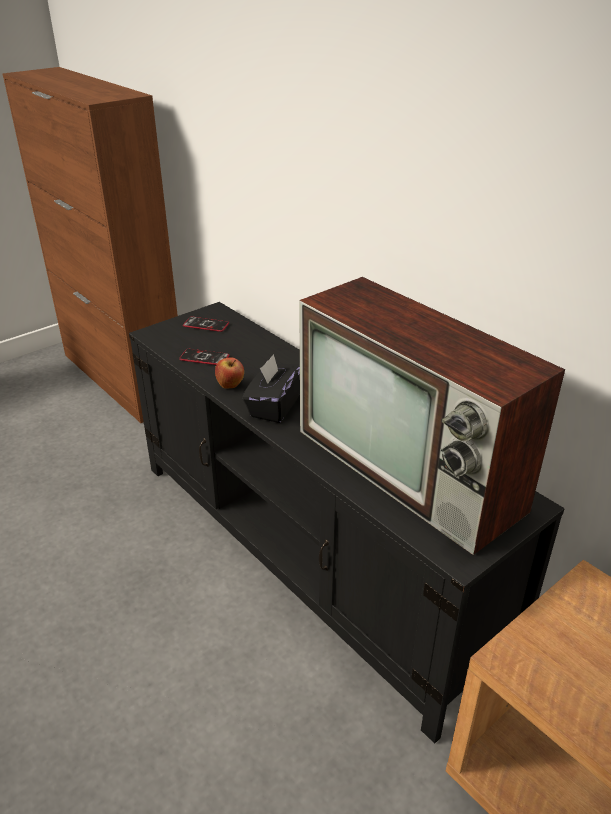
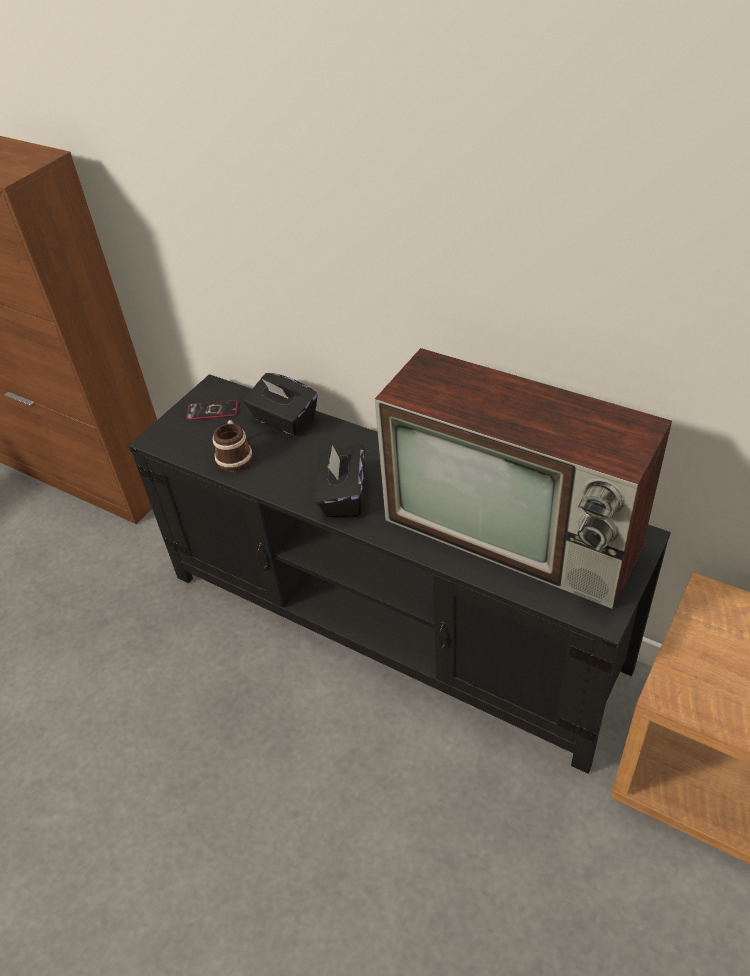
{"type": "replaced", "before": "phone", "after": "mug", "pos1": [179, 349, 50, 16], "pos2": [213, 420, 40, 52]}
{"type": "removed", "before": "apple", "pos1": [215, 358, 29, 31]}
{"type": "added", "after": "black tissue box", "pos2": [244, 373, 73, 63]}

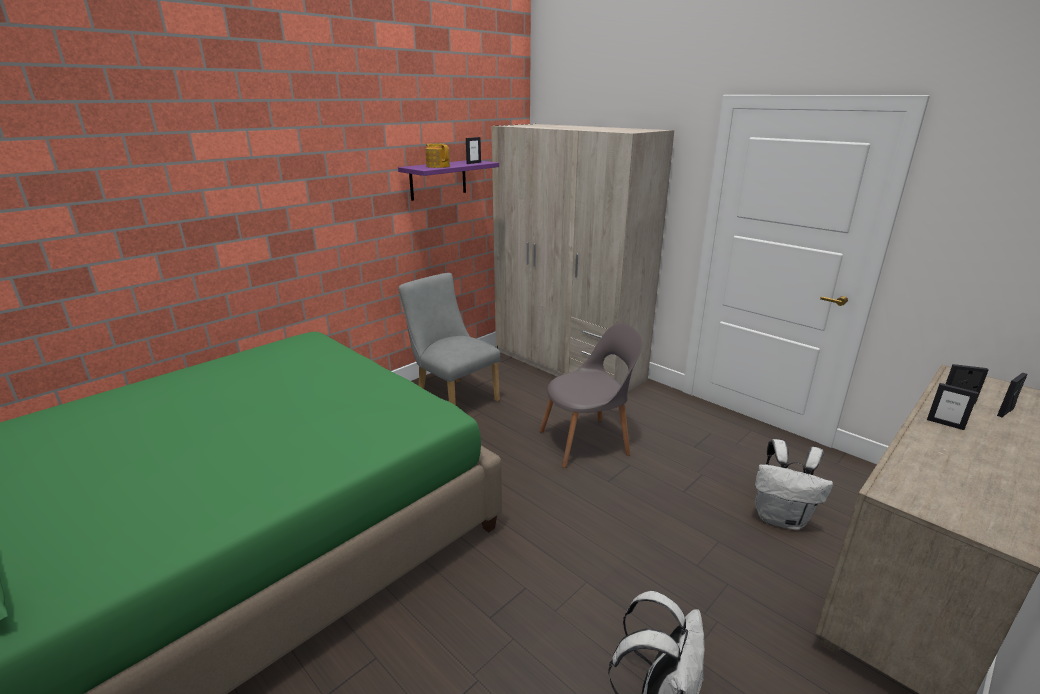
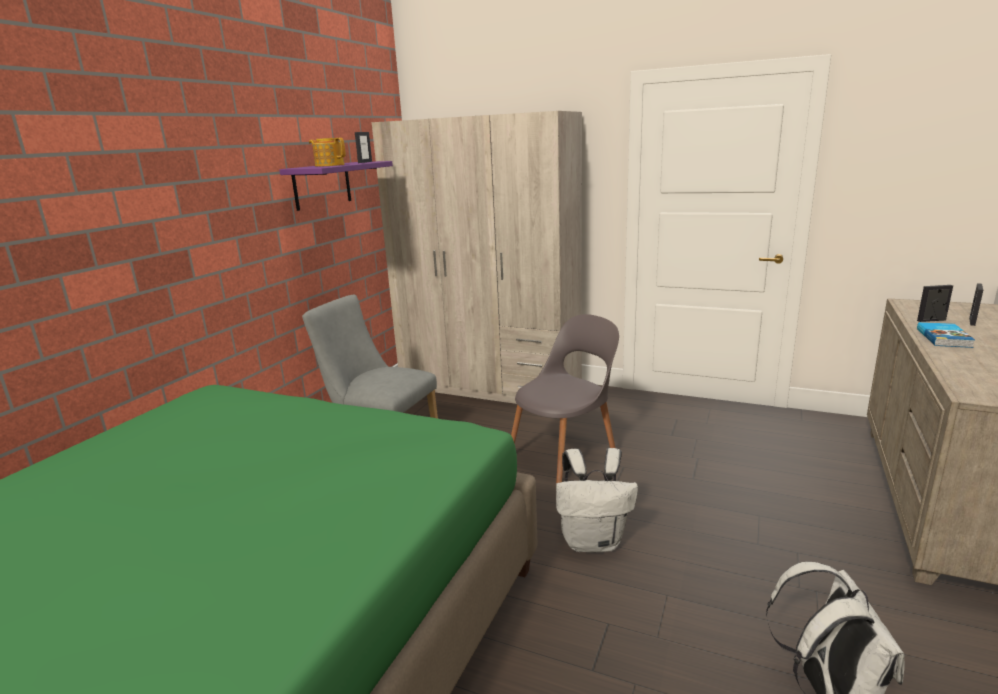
{"type": "moved", "before": "white backpack", "pos1": [755, 439, 78, 91], "pos2": [556, 448, 82, 104]}
{"type": "replaced", "before": "picture frame", "after": "book", "pos1": [927, 383, 51, 47], "pos2": [917, 322, 58, 26]}

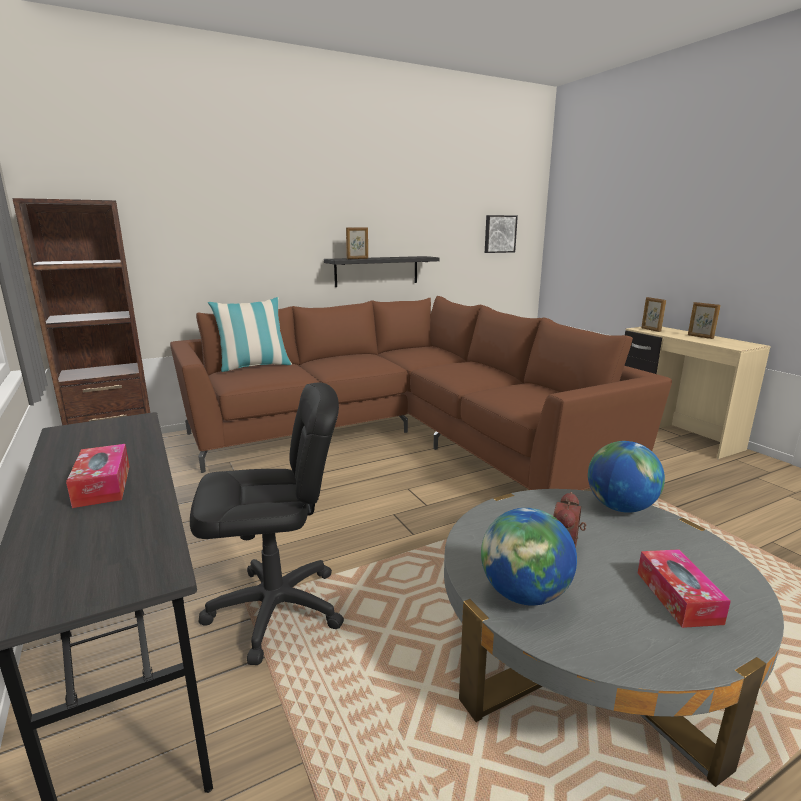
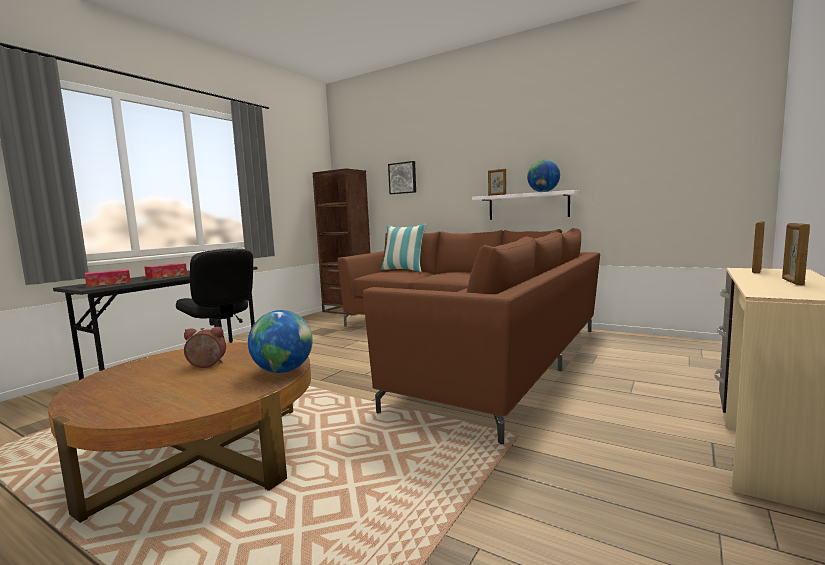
{"type": "recoloured", "before": "black shelf", "after": "white shelf", "pos1": [324, 256, 116, 31], "pos2": [472, 190, 108, 30]}
{"type": "recoloured", "before": "grey coffee table", "after": "brown coffee table", "pos1": [444, 489, 340, 298], "pos2": [48, 342, 263, 181]}
{"type": "moved", "before": "globe", "pos1": [481, 508, 96, 98], "pos2": [527, 160, 33, 32]}
{"type": "moved", "before": "picture", "pos1": [485, 215, 33, 38], "pos2": [388, 161, 28, 33]}
{"type": "moved", "before": "tissue box", "pos1": [638, 549, 93, 79], "pos2": [85, 269, 46, 18]}

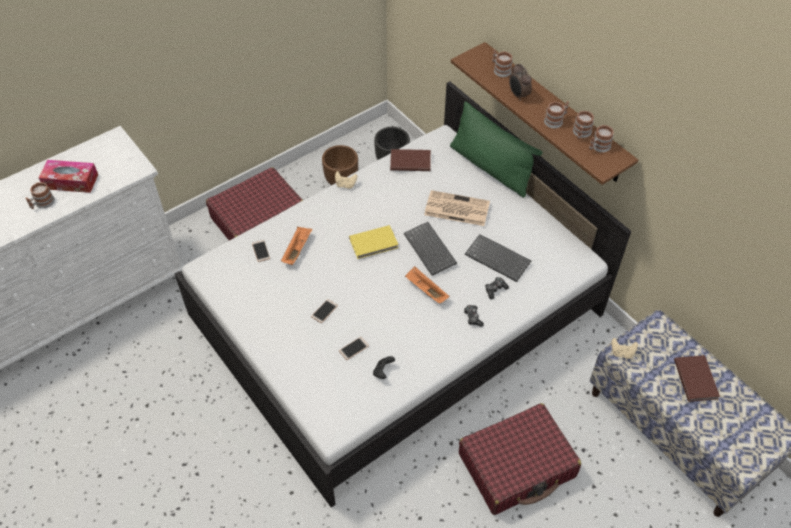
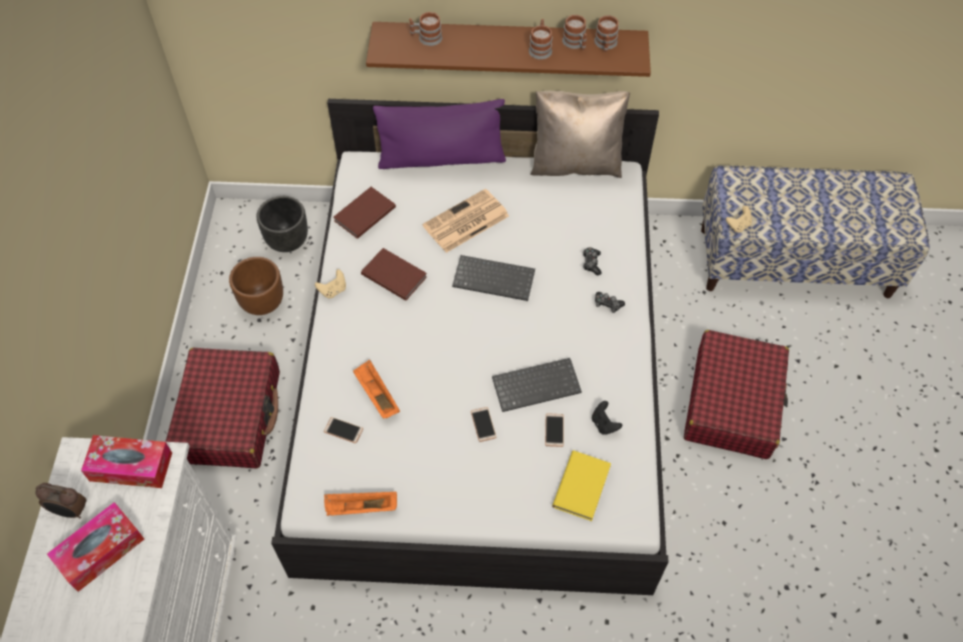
{"type": "removed", "before": "mug", "pos1": [25, 182, 30, 27]}
{"type": "moved", "before": "yellow book", "pos1": [349, 225, 50, 34], "pos2": [552, 451, 59, 70]}
{"type": "moved", "before": "orange tray", "pos1": [405, 266, 44, 37], "pos2": [324, 491, 73, 25]}
{"type": "recoloured", "before": "green pillow", "after": "purple pillow", "pos1": [450, 101, 93, 97], "pos2": [373, 99, 133, 70]}
{"type": "moved", "before": "keyboard", "pos1": [465, 234, 66, 48], "pos2": [492, 358, 90, 54]}
{"type": "moved", "before": "alarm clock", "pos1": [509, 64, 23, 37], "pos2": [35, 483, 52, 35]}
{"type": "moved", "before": "brown book", "pos1": [674, 355, 46, 47], "pos2": [361, 248, 66, 53]}
{"type": "added", "after": "tissue box", "pos2": [81, 435, 91, 53]}
{"type": "added", "after": "beige pillow", "pos2": [530, 91, 100, 87]}

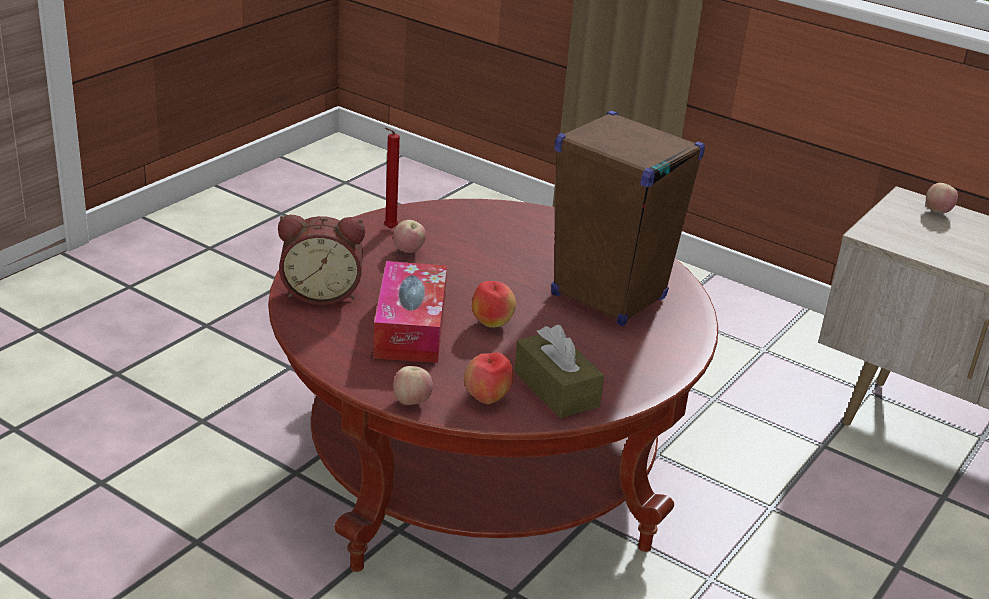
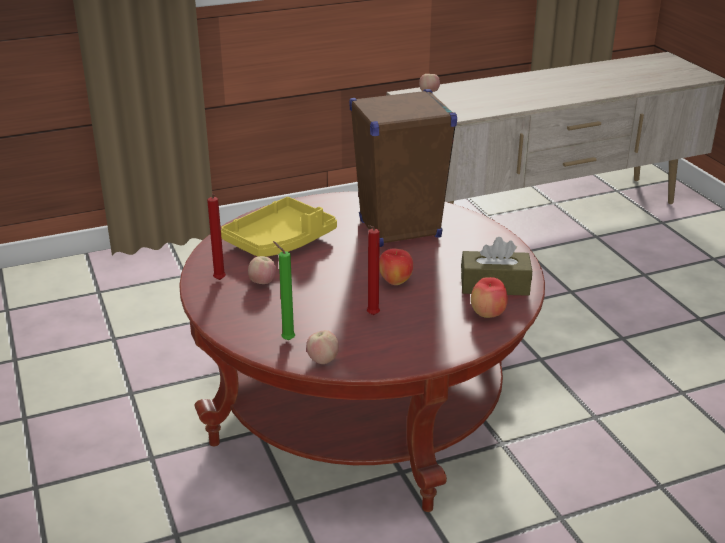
{"type": "replaced", "before": "alarm clock", "after": "green candle", "pos1": [278, 215, 87, 90], "pos2": [273, 241, 22, 99]}
{"type": "replaced", "before": "tissue box", "after": "red candle", "pos1": [373, 261, 74, 102], "pos2": [367, 225, 13, 90]}
{"type": "moved", "before": "apple", "pos1": [393, 366, 40, 39], "pos2": [306, 330, 33, 34]}
{"type": "added", "after": "yellow tray", "pos2": [221, 197, 116, 60]}

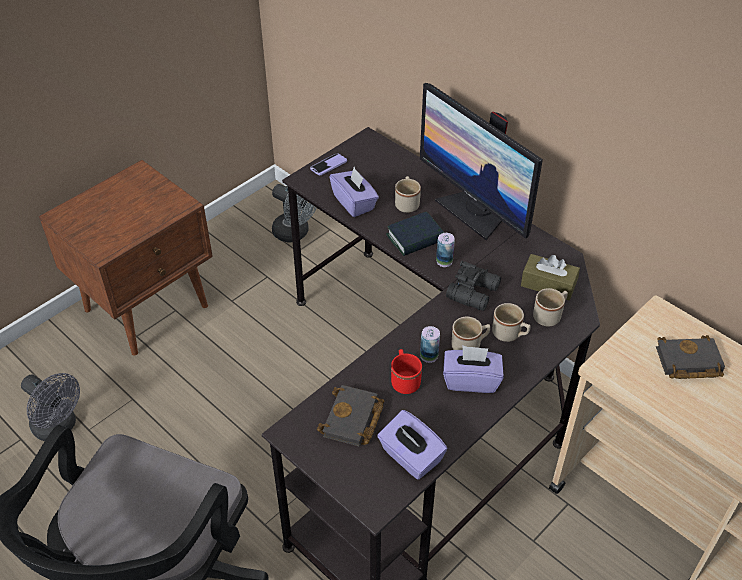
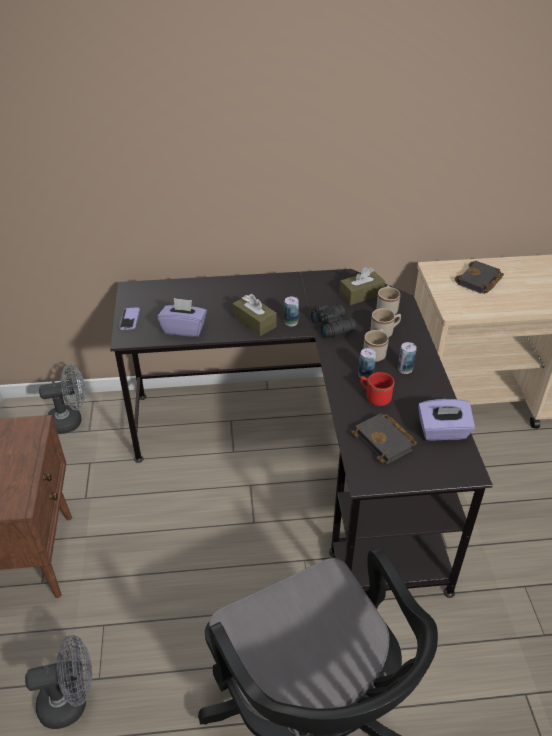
{"type": "replaced", "before": "book", "after": "brown tissue box", "pos1": [386, 212, 58, 44], "pos2": [233, 294, 43, 42]}
{"type": "removed", "before": "beige mug", "pos1": [395, 176, 26, 37]}
{"type": "removed", "before": "monitor", "pos1": [420, 83, 123, 157]}
{"type": "replaced", "before": "purple tissue box", "after": "can", "pos1": [443, 346, 61, 47], "pos2": [398, 342, 18, 32]}

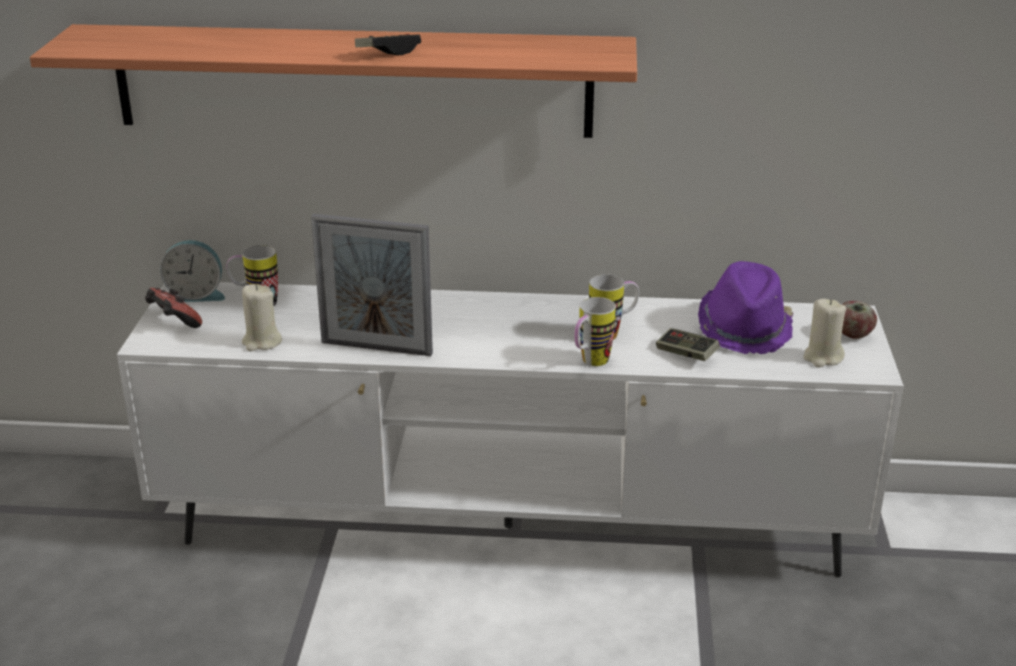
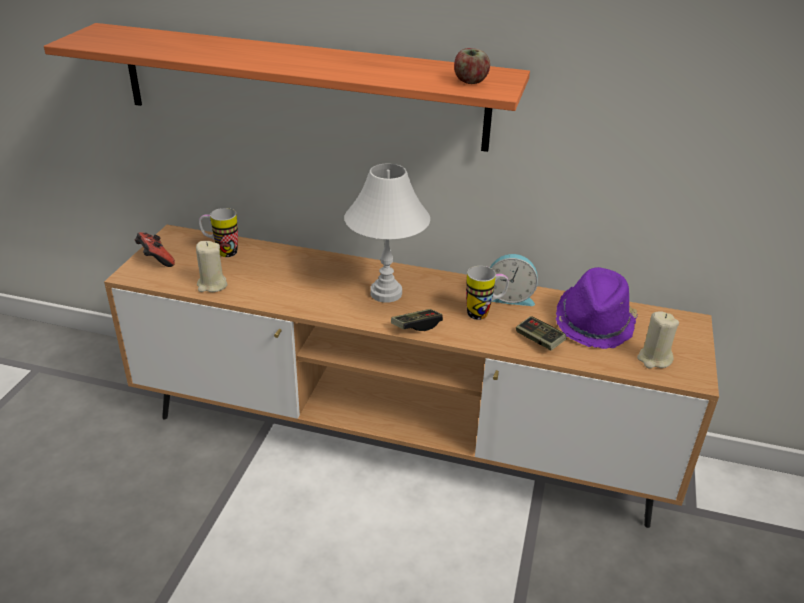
{"type": "recoloured", "before": "white tv stand", "after": "brown tv stand", "pos1": [117, 282, 787, 295], "pos2": [104, 225, 615, 303]}
{"type": "moved", "before": "alarm clock", "pos1": [160, 240, 65, 62], "pos2": [490, 254, 48, 52]}
{"type": "removed", "before": "picture frame", "pos1": [311, 214, 122, 142]}
{"type": "moved", "before": "game controller", "pos1": [355, 34, 66, 21], "pos2": [391, 309, 52, 22]}
{"type": "removed", "before": "mug", "pos1": [574, 297, 42, 69]}
{"type": "moved", "before": "apple", "pos1": [842, 301, 35, 38], "pos2": [454, 48, 36, 36]}
{"type": "added", "after": "white table lamp", "pos2": [344, 164, 86, 139]}

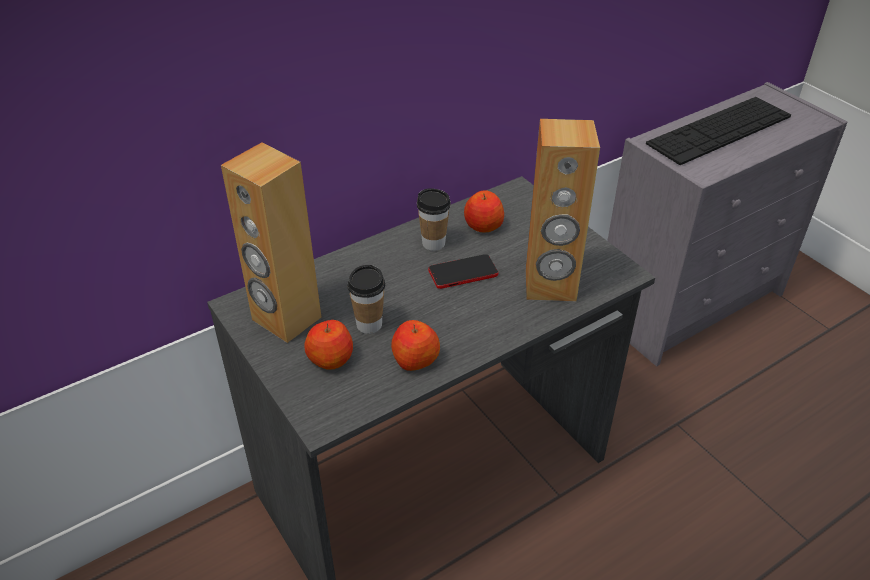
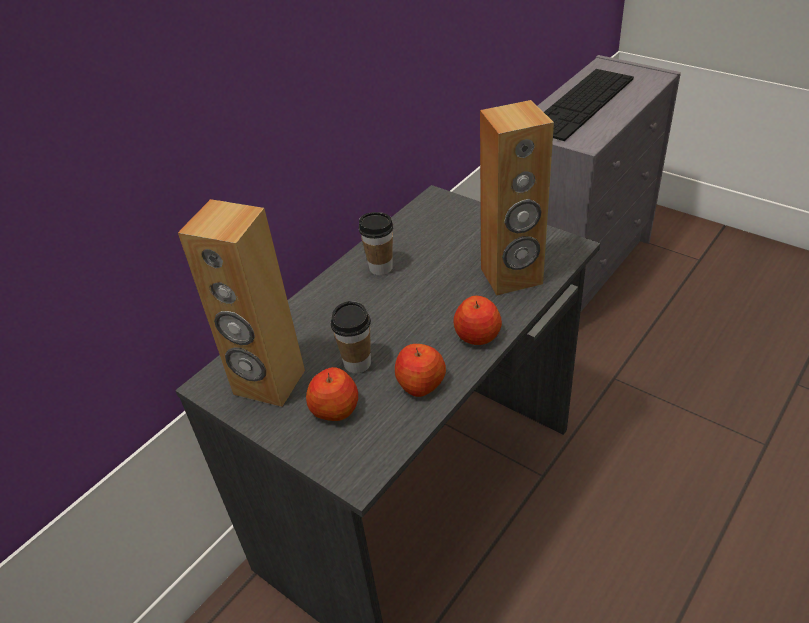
{"type": "removed", "before": "phone", "pos1": [428, 254, 70, 35]}
{"type": "moved", "before": "apple", "pos1": [464, 190, 40, 42], "pos2": [454, 296, 48, 49]}

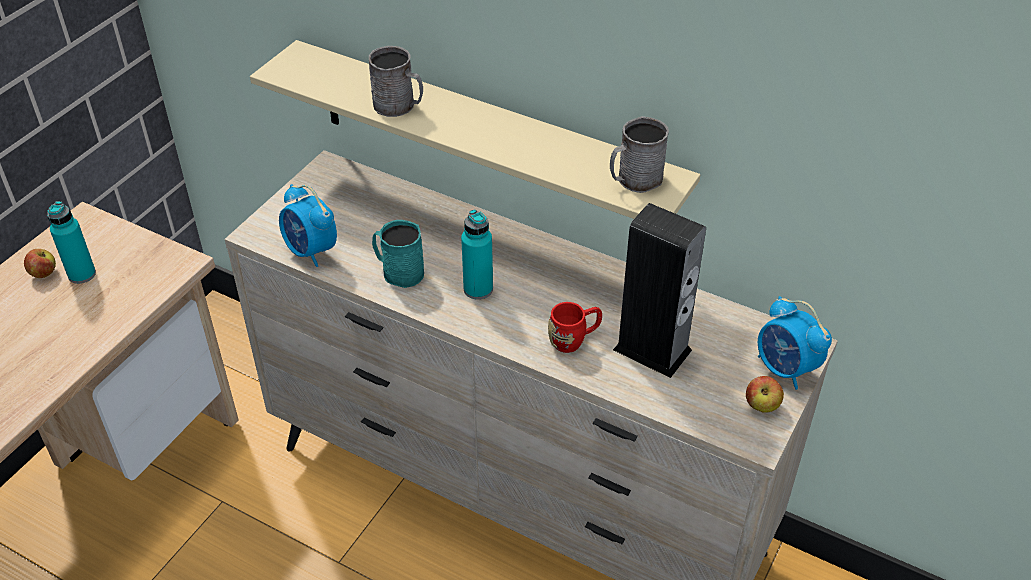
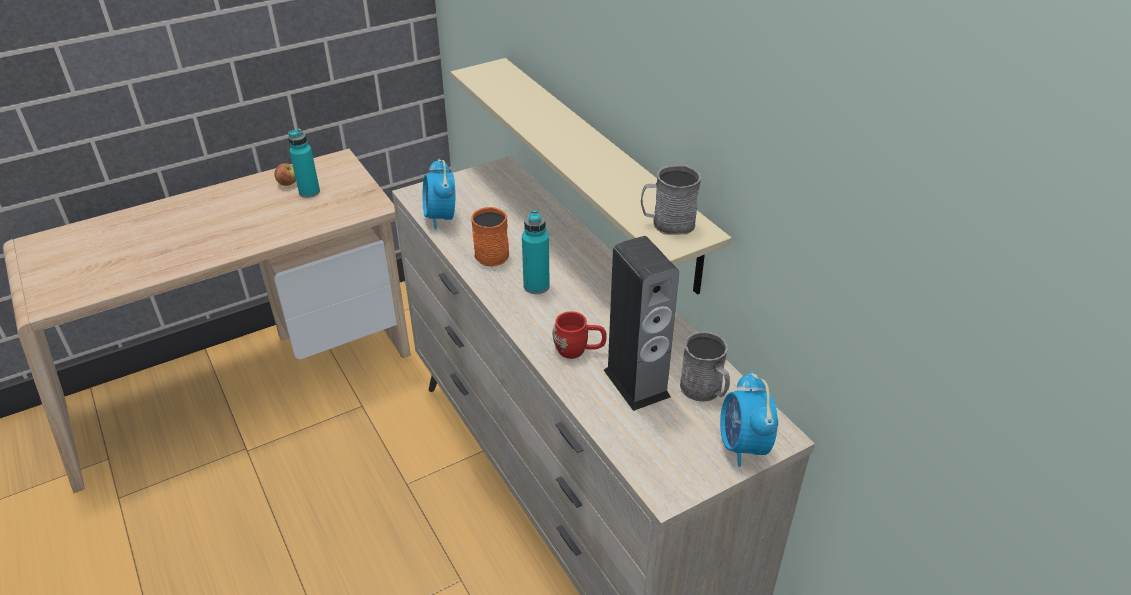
{"type": "moved", "before": "grey mug", "pos1": [369, 46, 54, 71], "pos2": [680, 331, 50, 71]}
{"type": "recoloured", "before": "turquoise mug", "after": "orange mug", "pos1": [372, 220, 52, 68], "pos2": [471, 207, 38, 60]}
{"type": "removed", "before": "apple", "pos1": [746, 376, 38, 37]}

